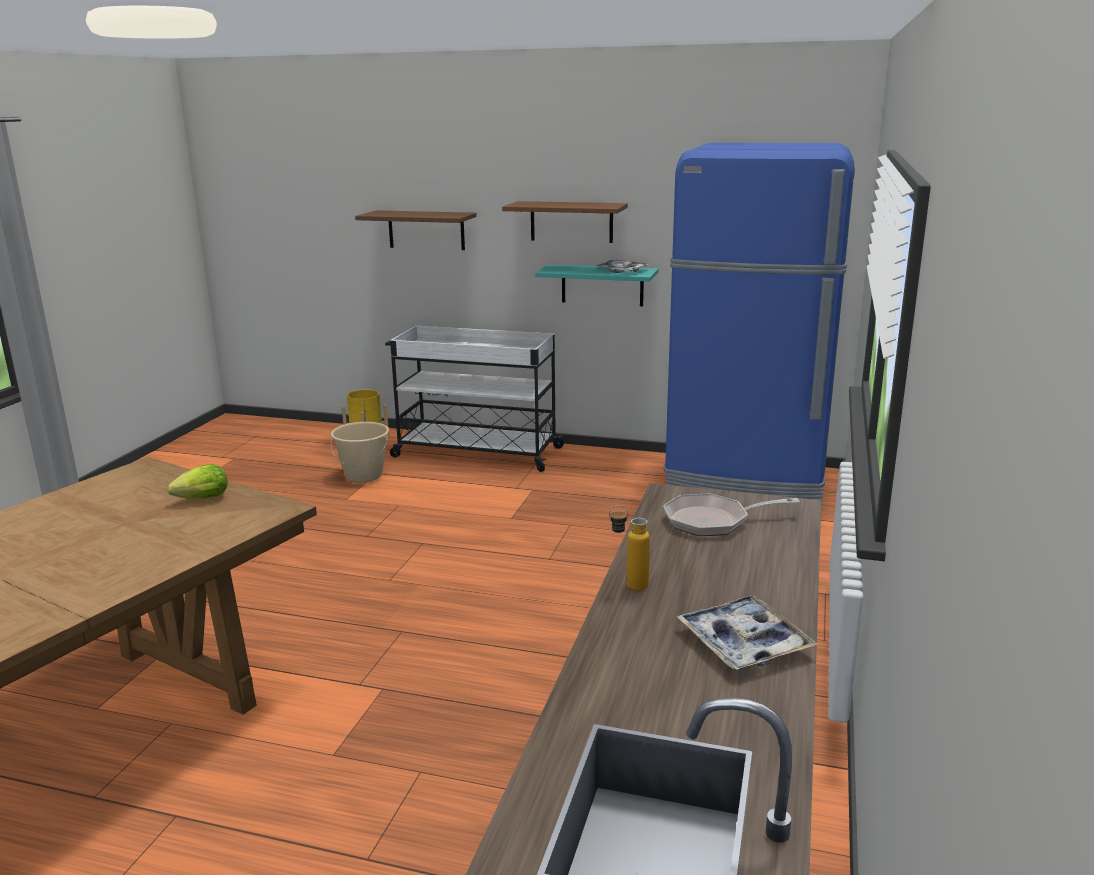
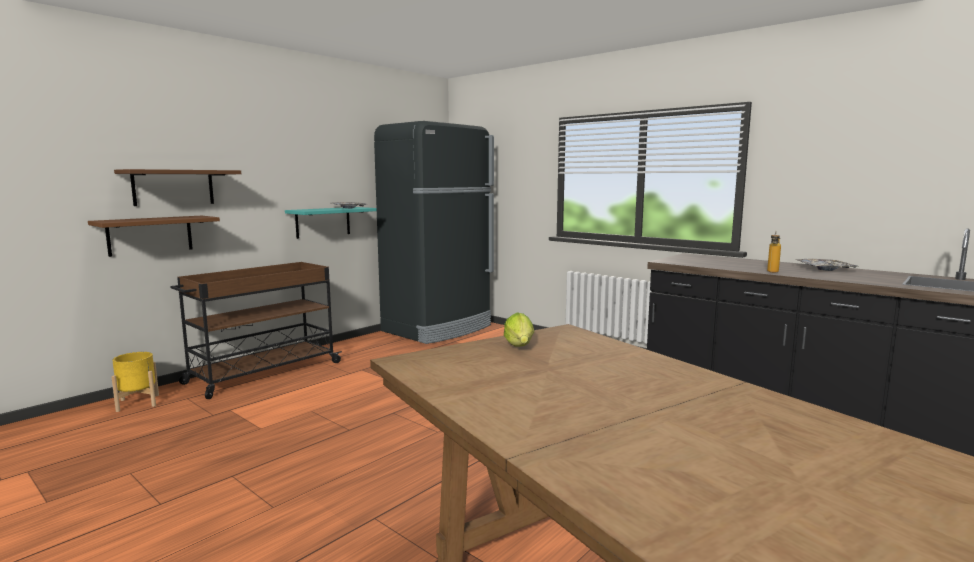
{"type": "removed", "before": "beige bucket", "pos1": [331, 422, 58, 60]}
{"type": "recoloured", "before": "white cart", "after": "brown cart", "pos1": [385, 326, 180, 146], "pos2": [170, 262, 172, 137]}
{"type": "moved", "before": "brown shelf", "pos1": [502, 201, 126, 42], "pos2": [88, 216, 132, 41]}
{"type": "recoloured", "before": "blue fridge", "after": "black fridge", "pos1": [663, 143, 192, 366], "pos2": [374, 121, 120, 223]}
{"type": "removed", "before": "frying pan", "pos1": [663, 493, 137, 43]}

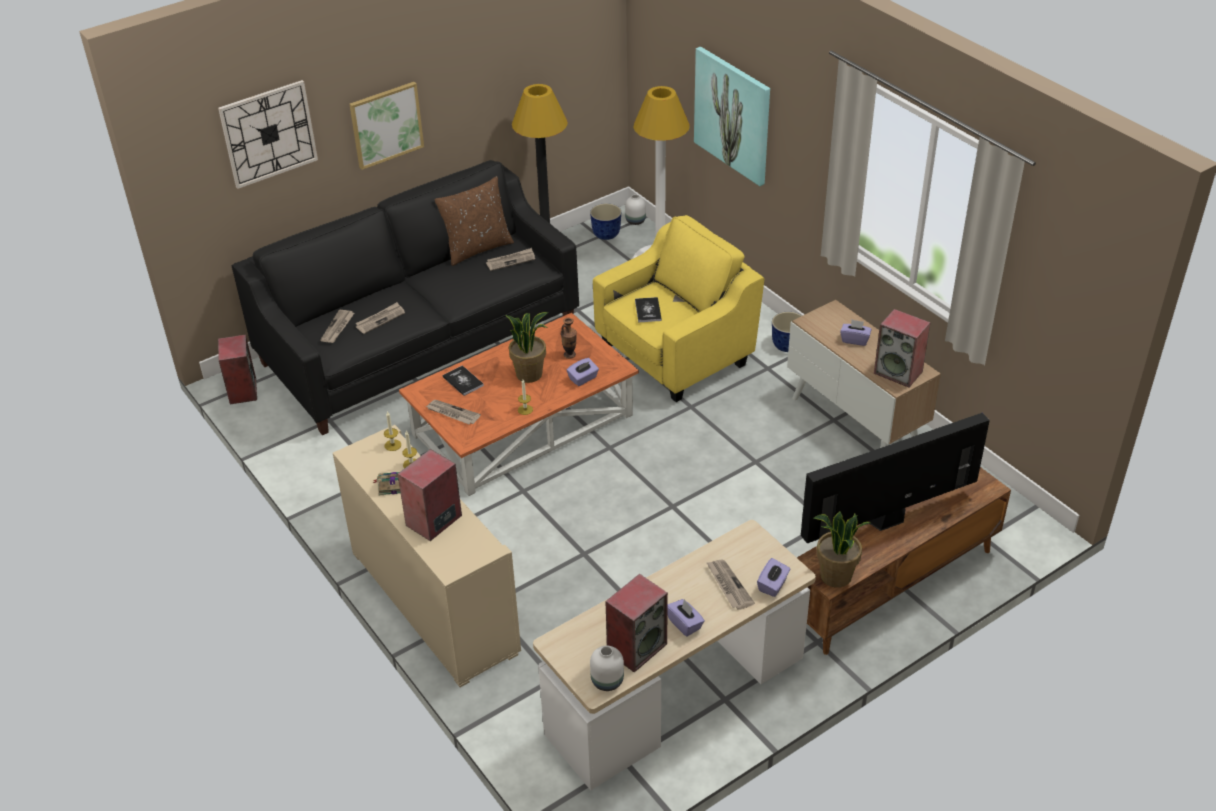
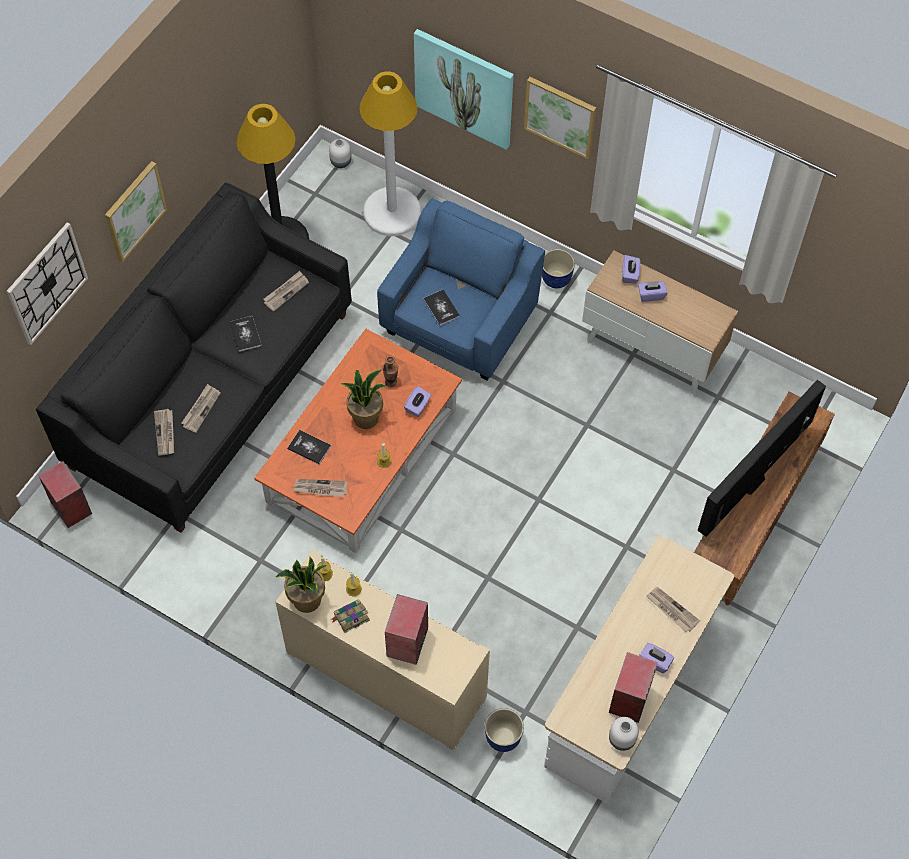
{"type": "removed", "before": "brown pillow", "pos1": [434, 176, 80, 90]}
{"type": "moved", "before": "planter", "pos1": [590, 203, 31, 37], "pos2": [485, 708, 39, 44]}
{"type": "recoloured", "before": "yellow armchair", "after": "blue armchair", "pos1": [593, 215, 172, 187], "pos2": [377, 198, 168, 183]}
{"type": "moved", "before": "purple tissue box", "pos1": [757, 558, 33, 39], "pos2": [622, 255, 18, 29]}
{"type": "moved", "before": "potted plant", "pos1": [813, 511, 57, 77], "pos2": [276, 557, 51, 56]}
{"type": "removed", "before": "speaker", "pos1": [874, 309, 57, 79]}
{"type": "added", "after": "book", "pos2": [230, 316, 31, 36]}
{"type": "added", "after": "picture", "pos2": [524, 77, 72, 82]}

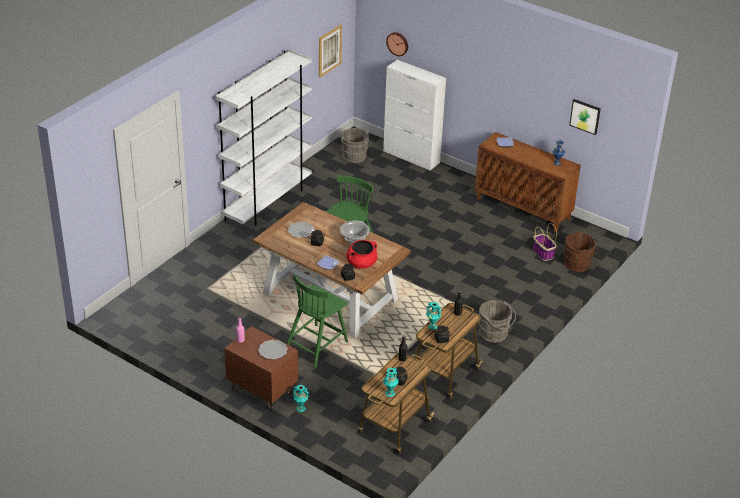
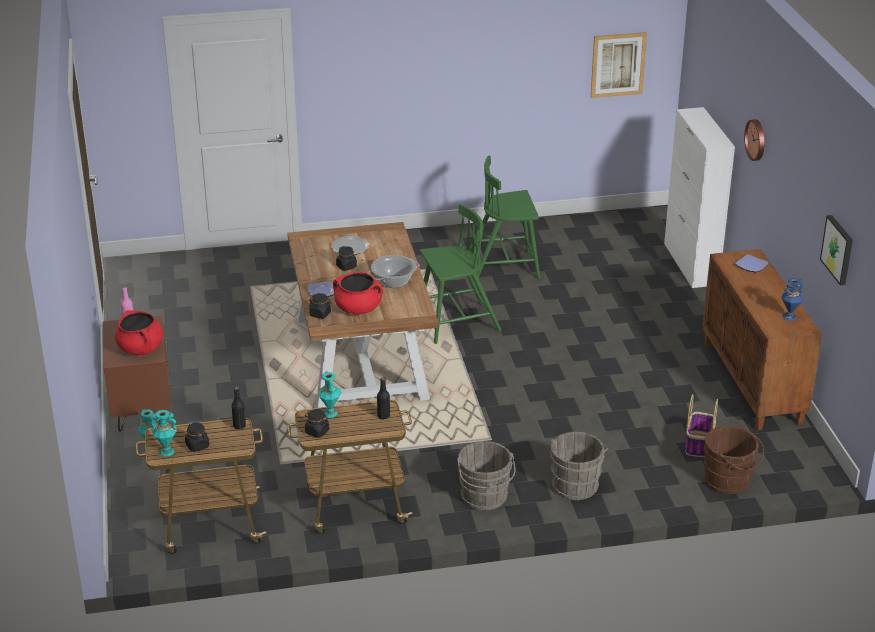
{"type": "removed", "before": "white bookcase", "pos1": [215, 50, 97, 176]}
{"type": "replaced", "before": "plate", "after": "red cooking pot", "pos1": [258, 340, 30, 19], "pos2": [115, 310, 48, 45]}
{"type": "moved", "before": "green chair", "pos1": [287, 274, 61, 95], "pos2": [469, 156, 71, 123]}
{"type": "moved", "before": "grey bucket", "pos1": [338, 128, 31, 35], "pos2": [550, 432, 58, 68]}
{"type": "moved", "before": "wall clock", "pos1": [386, 32, 22, 24], "pos2": [744, 119, 21, 42]}

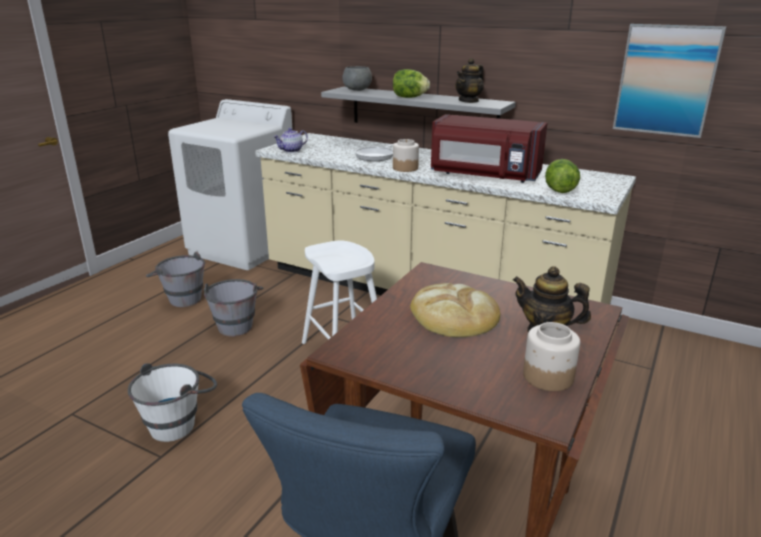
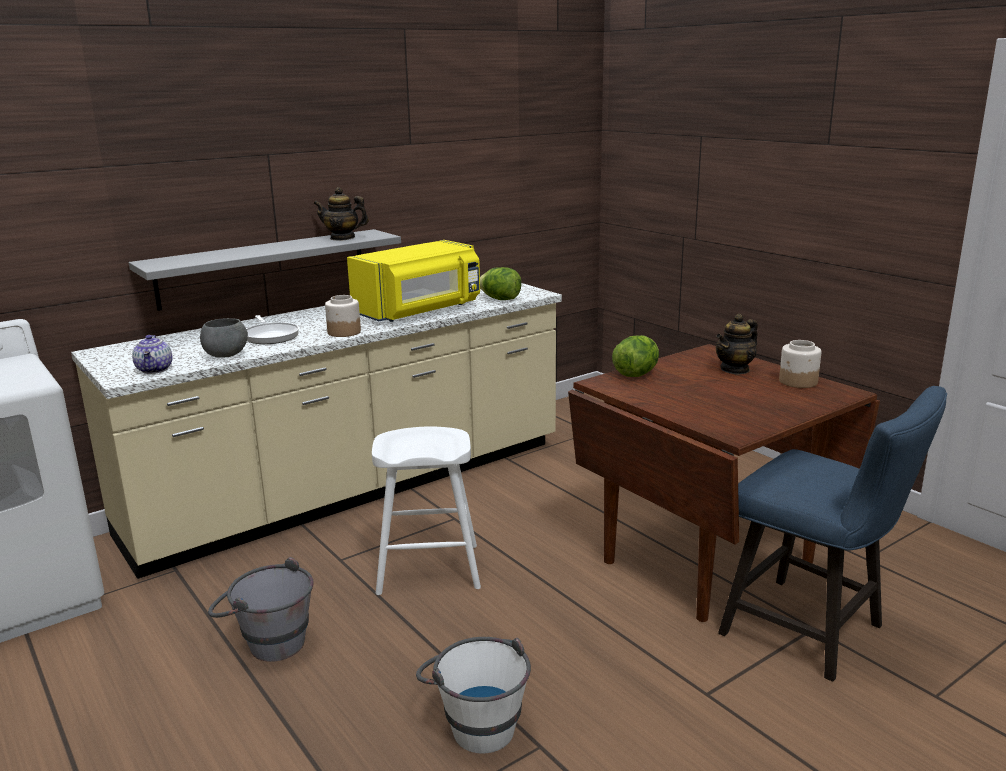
{"type": "removed", "before": "grey bucket", "pos1": [146, 252, 59, 55]}
{"type": "moved", "before": "grey bowl", "pos1": [342, 66, 30, 25], "pos2": [200, 318, 48, 40]}
{"type": "moved", "before": "lettuce", "pos1": [393, 69, 37, 29], "pos2": [612, 335, 47, 42]}
{"type": "removed", "before": "bread", "pos1": [410, 283, 90, 54]}
{"type": "recoloured", "before": "red microwave", "after": "yellow microwave", "pos1": [431, 114, 116, 69], "pos2": [347, 240, 133, 82]}
{"type": "turned", "before": "teapot", "pos1": [455, 58, 29, 45], "pos2": [313, 187, 56, 54], "turn": 120}
{"type": "removed", "before": "picture", "pos1": [613, 24, 113, 114]}

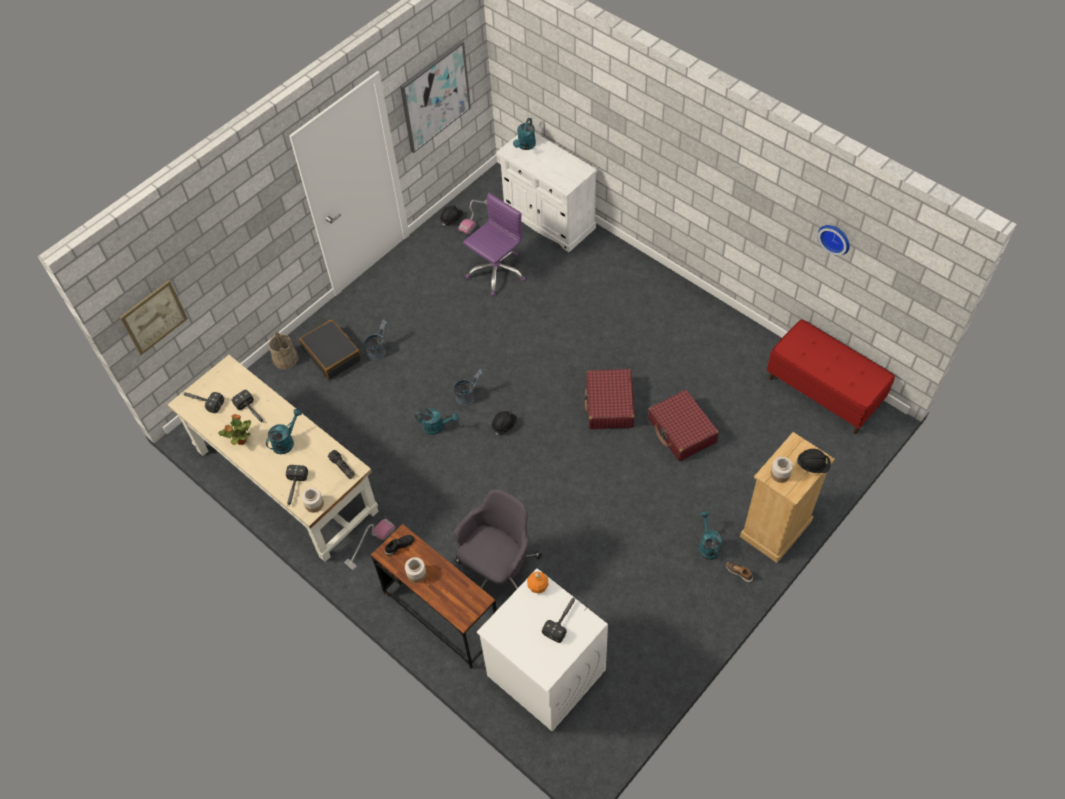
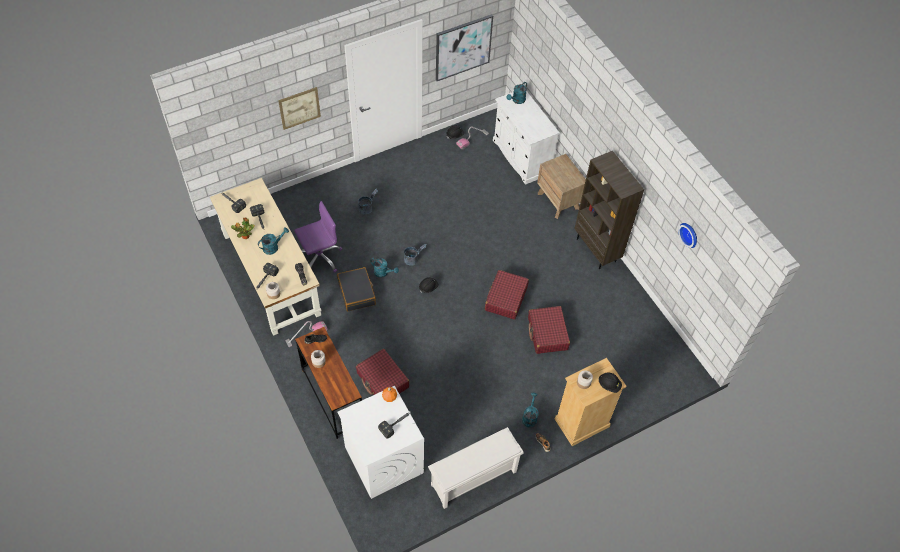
{"type": "moved", "before": "picture", "pos1": [119, 280, 69, 75], "pos2": [278, 87, 43, 43]}
{"type": "removed", "before": "beige bucket", "pos1": [269, 332, 29, 37]}
{"type": "moved", "before": "black suitcase", "pos1": [299, 319, 62, 61], "pos2": [337, 267, 39, 45]}
{"type": "replaced", "before": "grey office chair", "after": "red suitcase", "pos1": [454, 490, 88, 99], "pos2": [356, 349, 53, 46]}
{"type": "moved", "before": "purple office chair", "pos1": [463, 193, 63, 103], "pos2": [294, 201, 48, 71]}
{"type": "removed", "before": "red bench", "pos1": [767, 319, 128, 115]}
{"type": "added", "after": "white shoe rack", "pos2": [428, 427, 96, 82]}
{"type": "added", "after": "brown nightstand", "pos2": [537, 154, 49, 65]}
{"type": "added", "after": "brown bookcase", "pos2": [574, 151, 70, 118]}

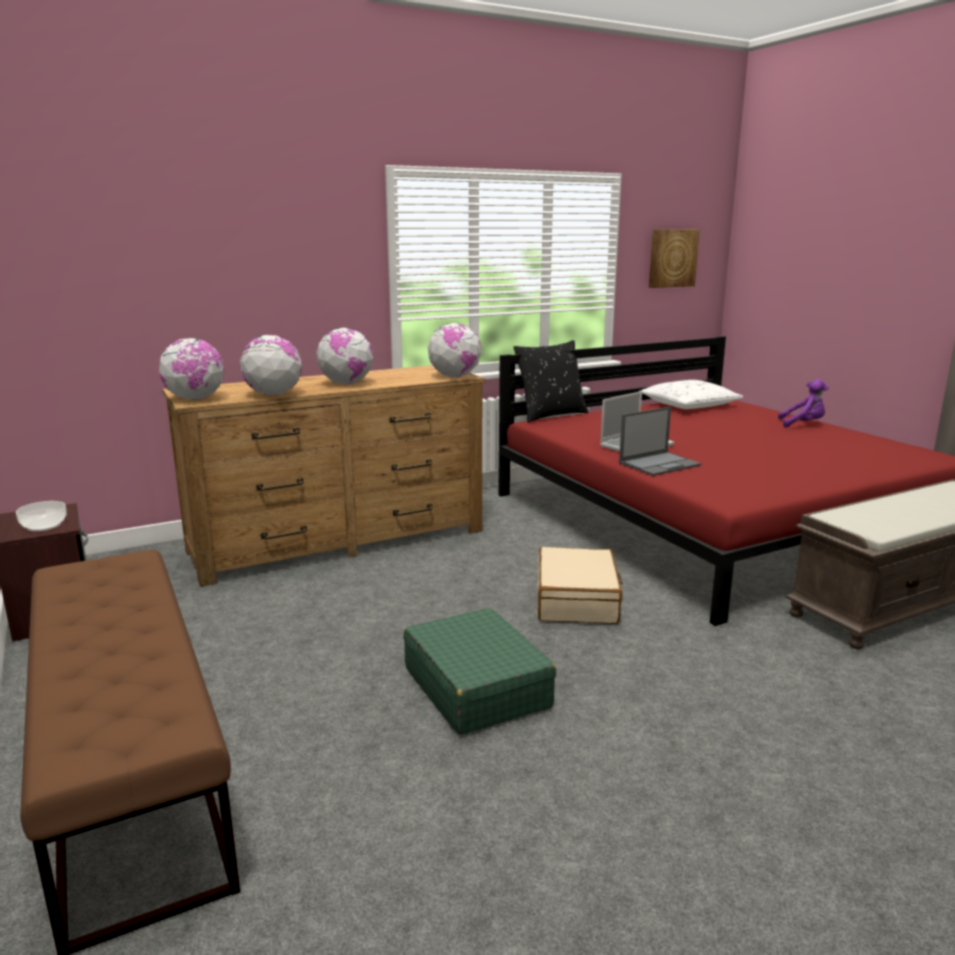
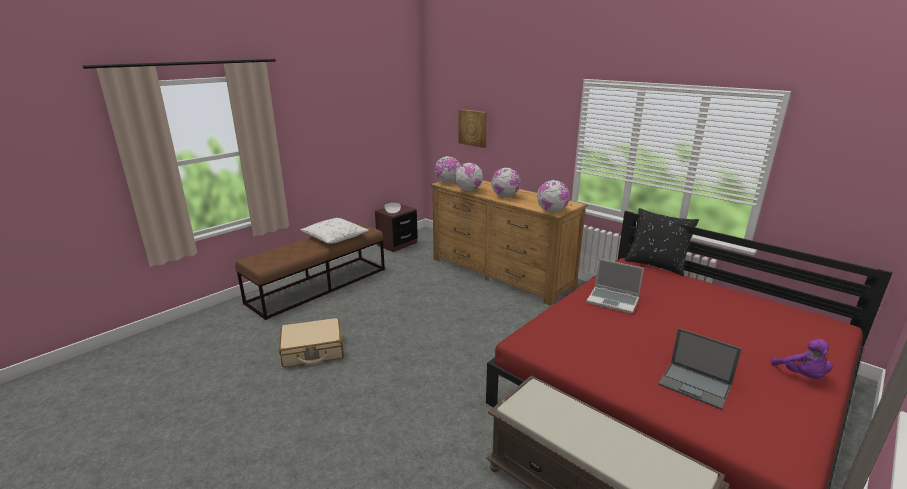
{"type": "removed", "before": "green suitcase", "pos1": [403, 608, 153, 127]}
{"type": "moved", "before": "beige suitcase", "pos1": [537, 547, 86, 77], "pos2": [279, 318, 65, 49]}
{"type": "moved", "before": "laptop", "pos1": [619, 407, 82, 69], "pos2": [658, 328, 84, 82]}
{"type": "moved", "before": "white pillow", "pos1": [639, 380, 105, 29], "pos2": [301, 218, 68, 26]}
{"type": "moved", "before": "picture", "pos1": [649, 229, 51, 59], "pos2": [458, 109, 29, 39]}

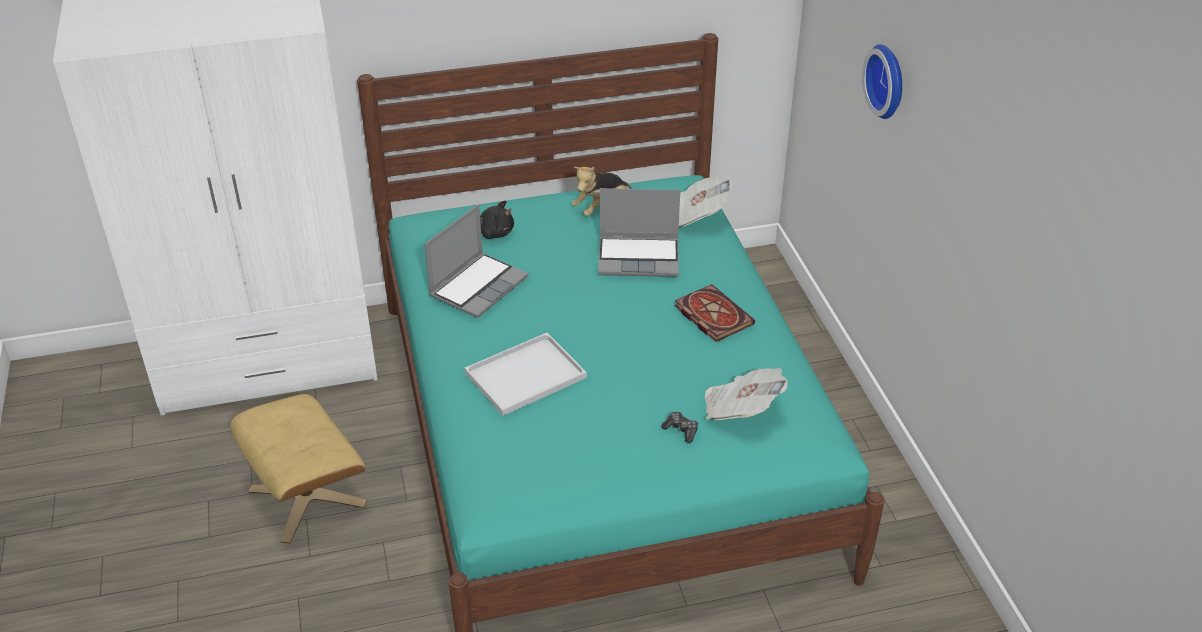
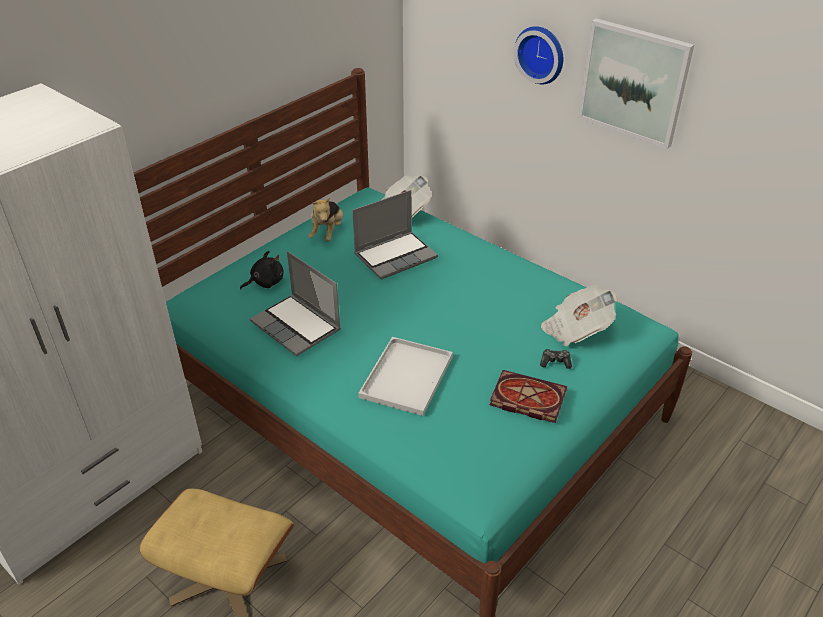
{"type": "turned", "before": "laptop", "pos1": [424, 204, 105, 114], "pos2": [250, 251, 91, 105], "turn": 135}
{"type": "moved", "before": "book", "pos1": [674, 284, 81, 58], "pos2": [490, 370, 77, 53]}
{"type": "added", "after": "picture", "pos2": [578, 18, 116, 131]}

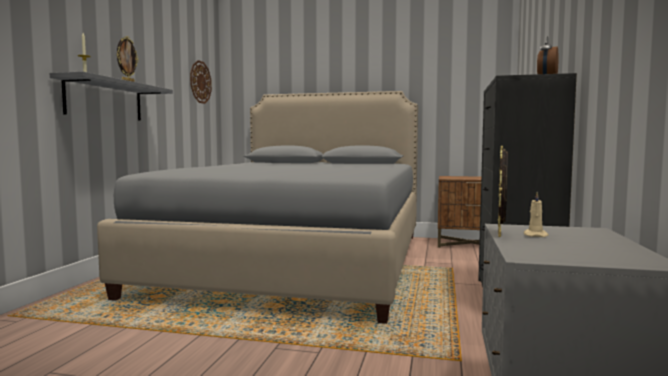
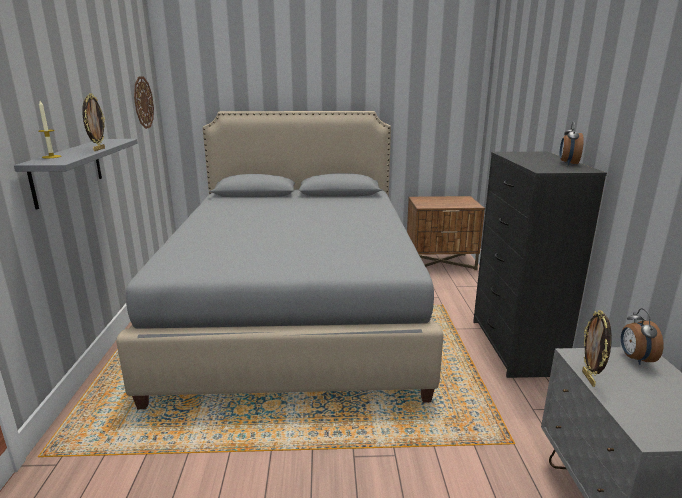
{"type": "removed", "before": "beige candle", "pos1": [524, 192, 25, 45]}
{"type": "added", "after": "alarm clock", "pos2": [621, 308, 42, 57]}

